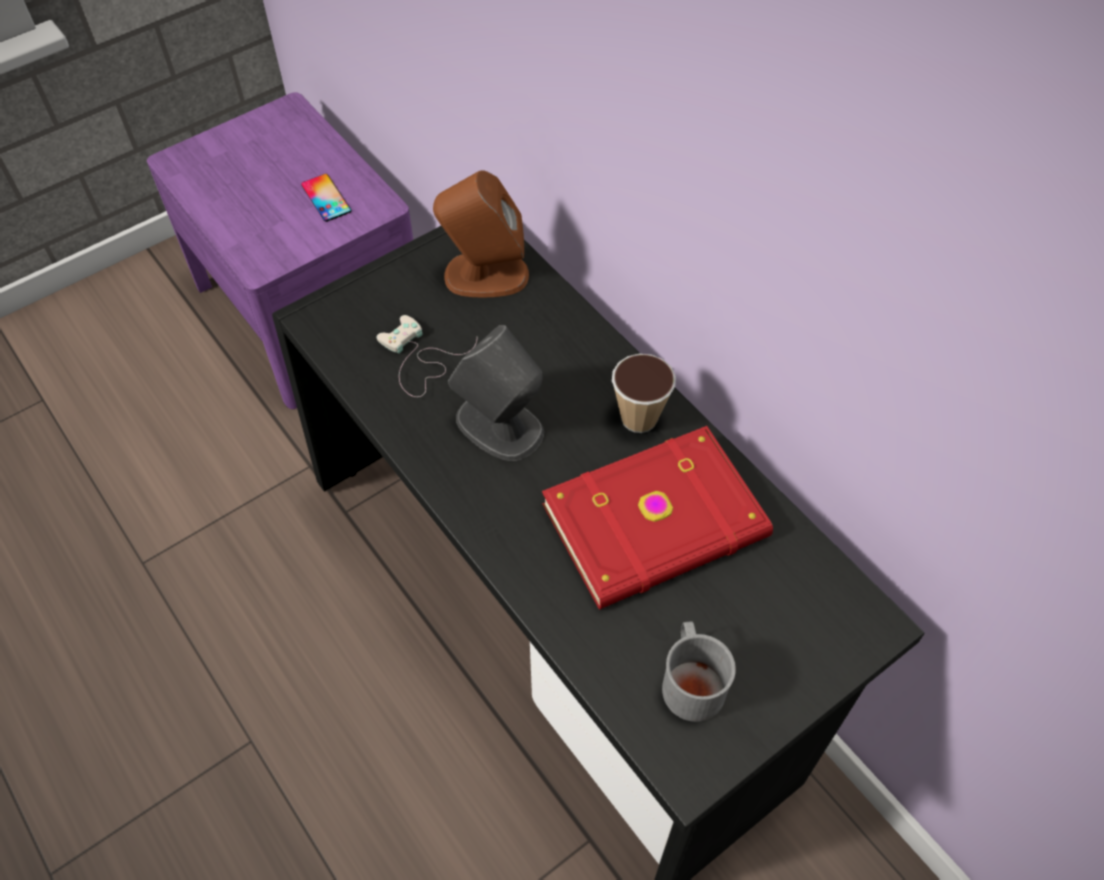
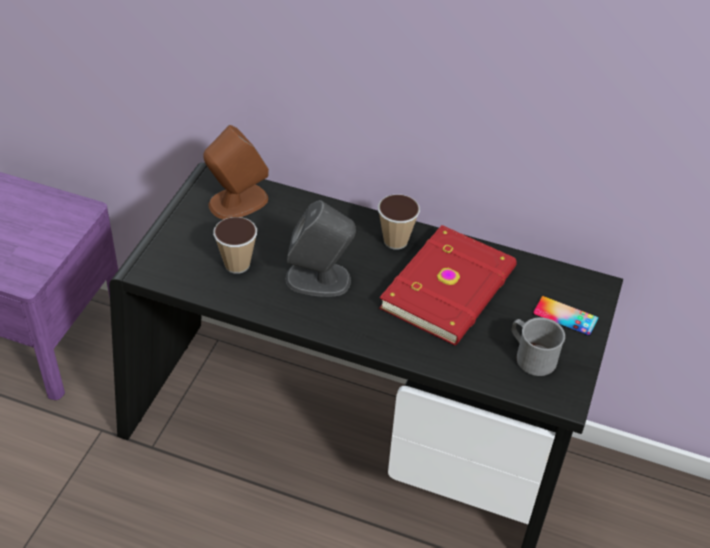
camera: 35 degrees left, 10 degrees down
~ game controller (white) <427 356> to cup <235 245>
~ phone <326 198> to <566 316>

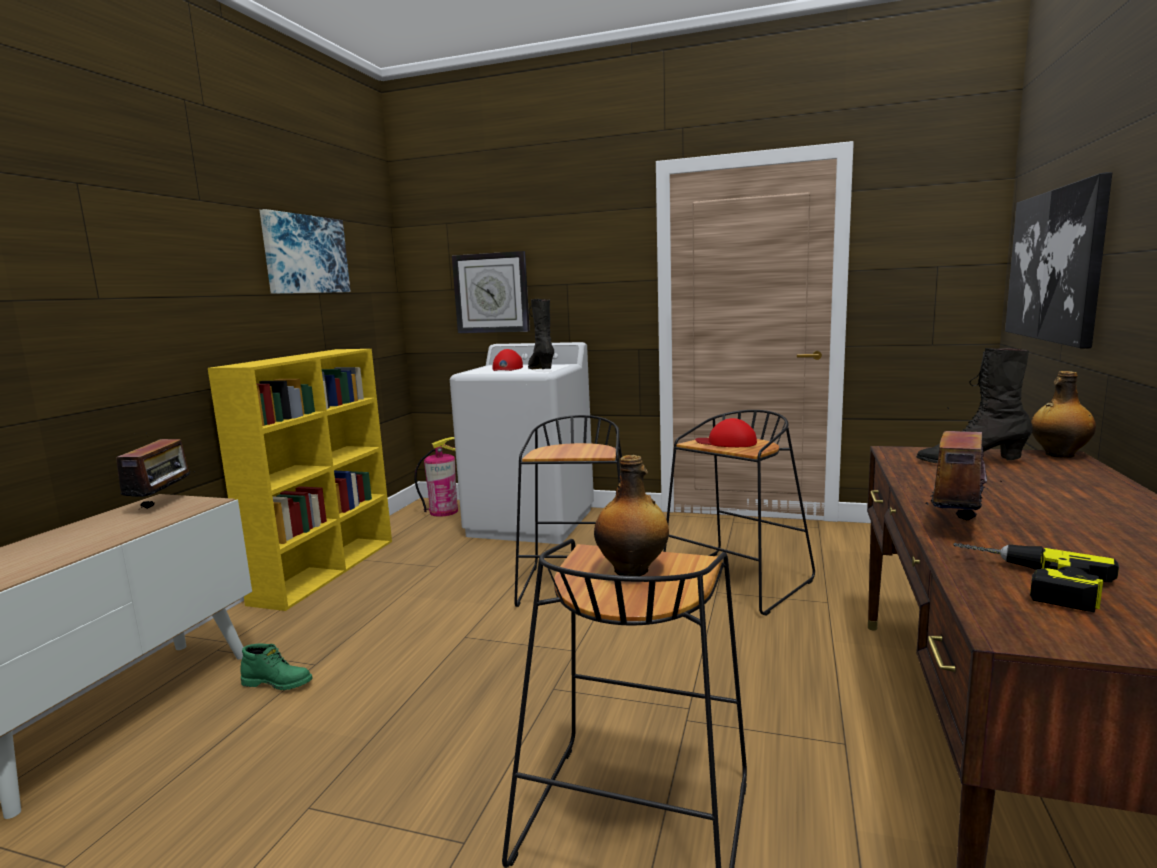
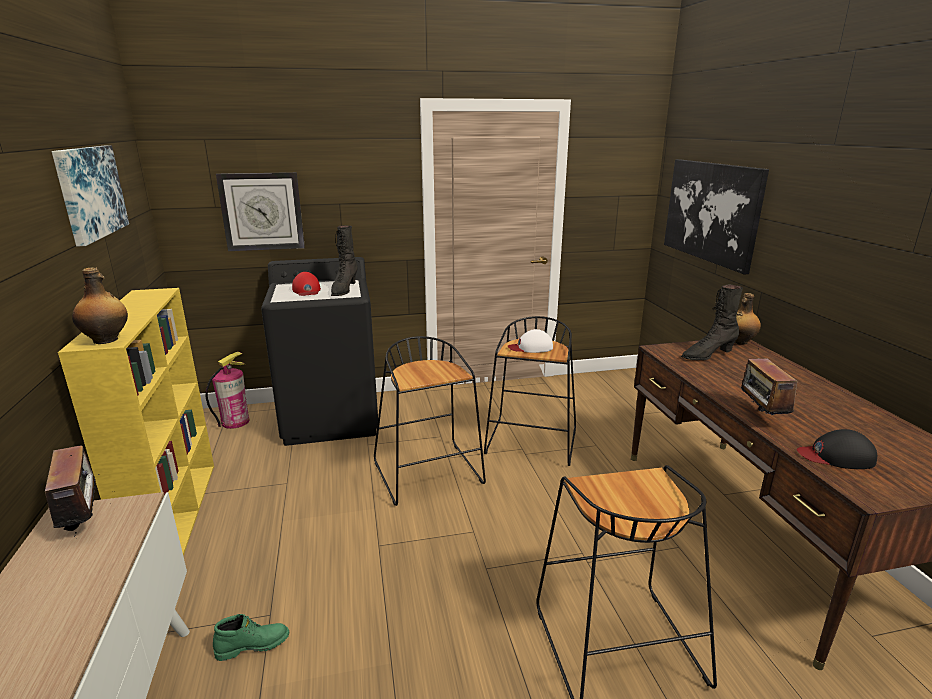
camera: 30 degrees left, 10 degrees up
~ bottle <631 515> to <100 305>
~ washing machine (white) <522 443> to washing machine (black) <319 351>
~ boot (black) <541 334> = <344 261> 120 degrees counterclockwise
~ cap (red) <726 432> to cap (white) <530 341>
~ power drill <1036 577> to cap (black) <837 449>

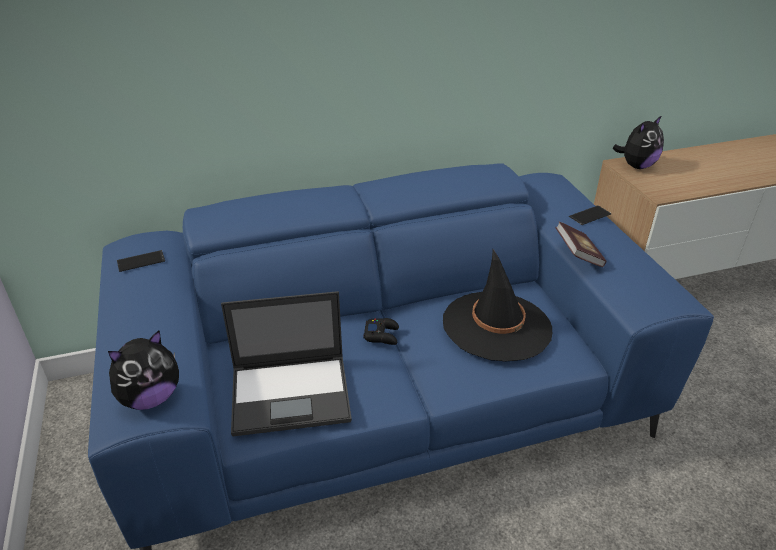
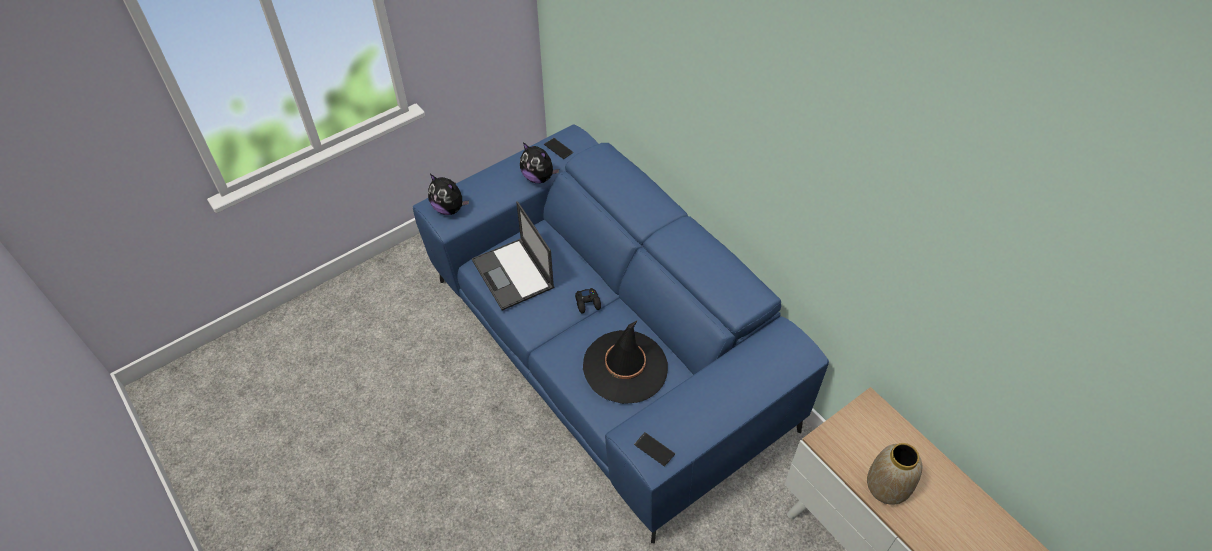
camera: 70 degrees right, 15 degrees up
~ plush toy <638 142> to <539 162>
~ phone <590 215> to <654 449>
+ vase <894 474>
- book <581 244>

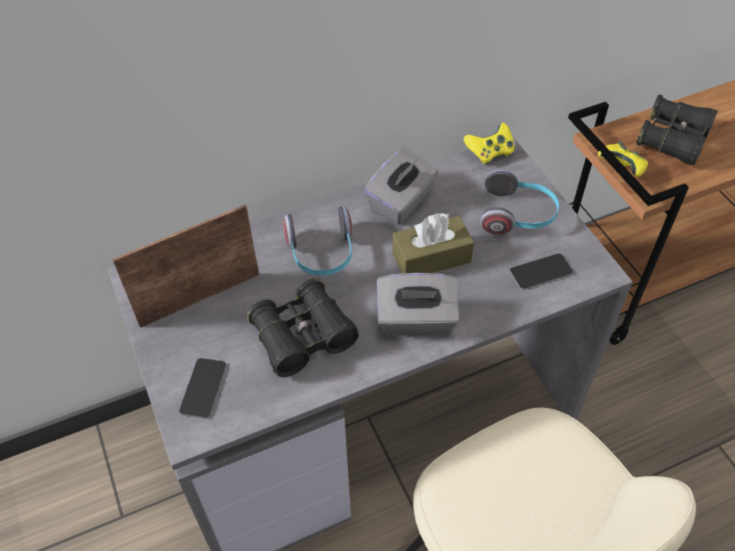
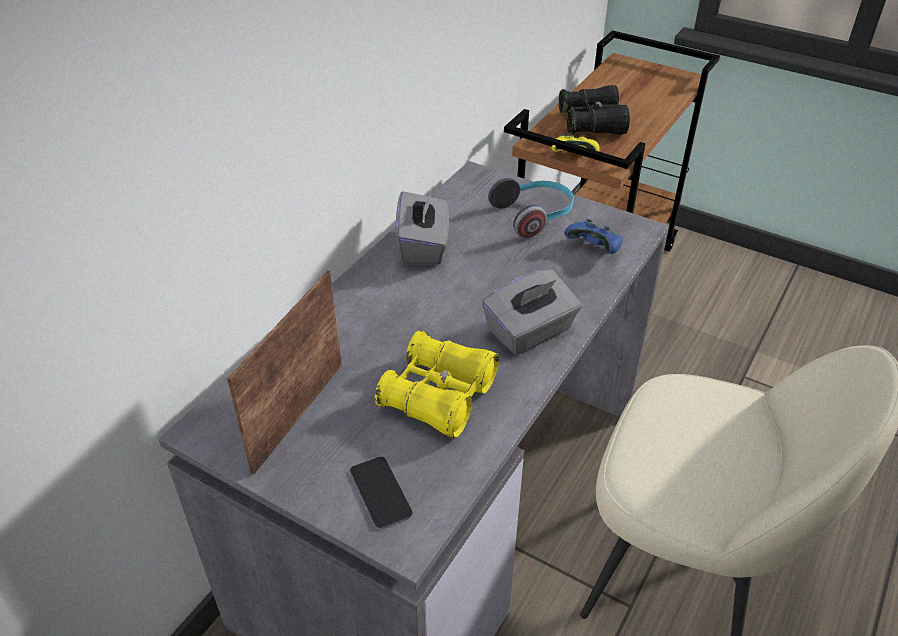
camera: 35 degrees left, 10 degrees down
~ binoculars (black) <303 327> to binoculars (yellow) <437 384>
~ phone <541 271> to game controller (blue) <593 236>
- headphones <317 241>
- tissue box (brown) <433 243>
- game controller (yellow) <489 143>

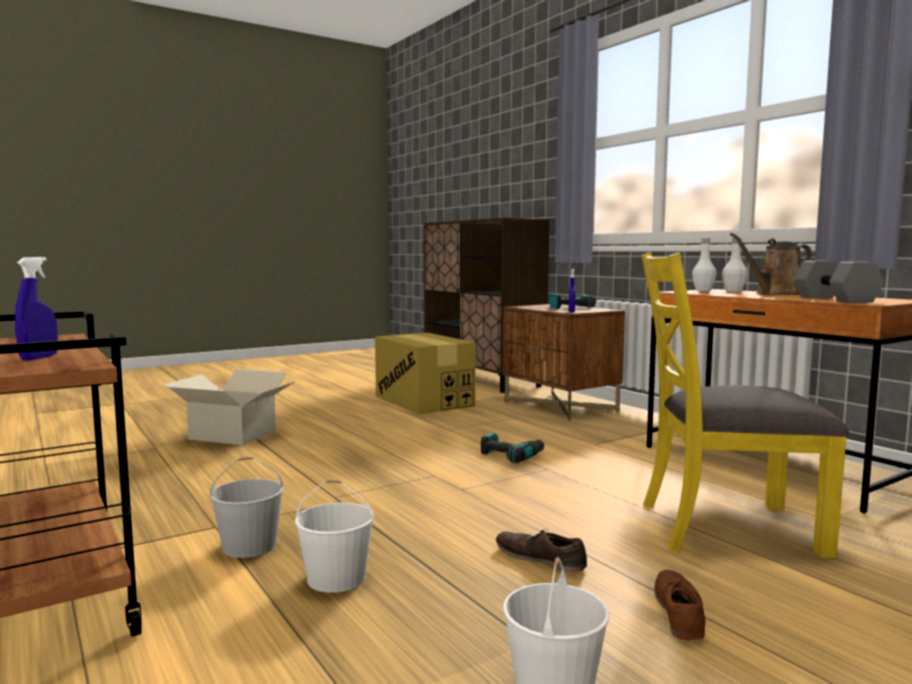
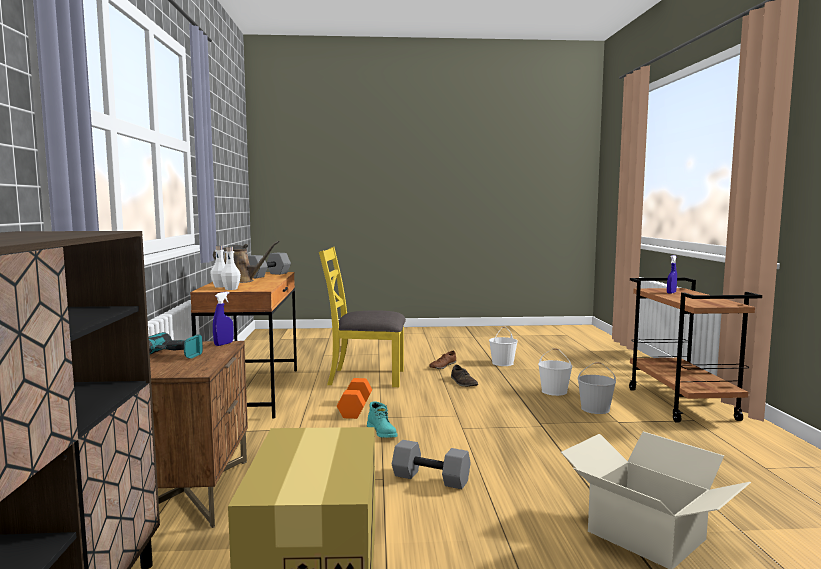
camera: 150 degrees left, 0 degrees up
~ chair (yellow) <745 405> = <362 317> 150 degrees clockwise
+ dumbbell (orange) <354 398>
~ power drill <513 448> to boot (turquoise) <382 419>
+ dumbbell (grey) <431 464>

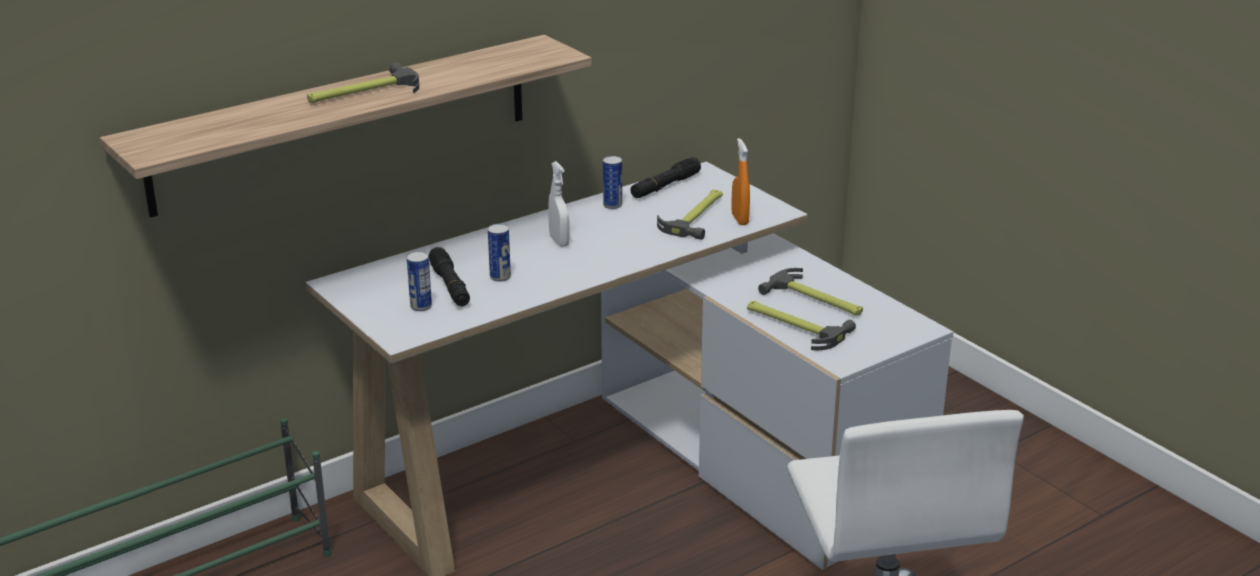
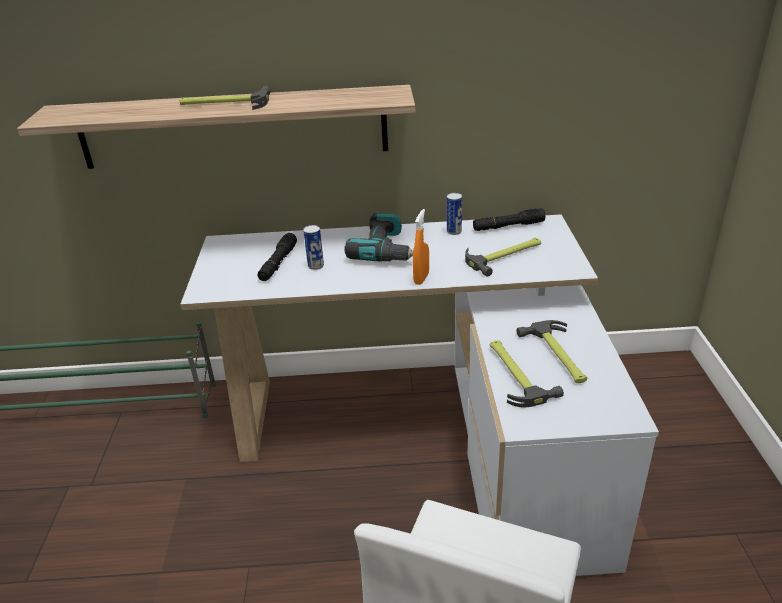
camera: 35 degrees right, 5 degrees up
~ spray bottle (white) <559 204> to power drill <378 237>
~ spray bottle (orange) <740 181> to <421 247>
- can <419 281>

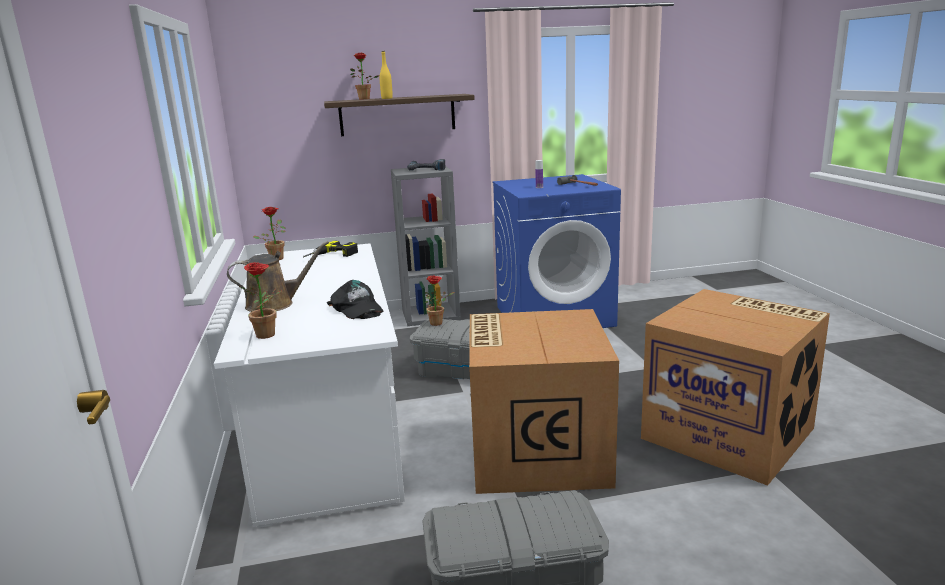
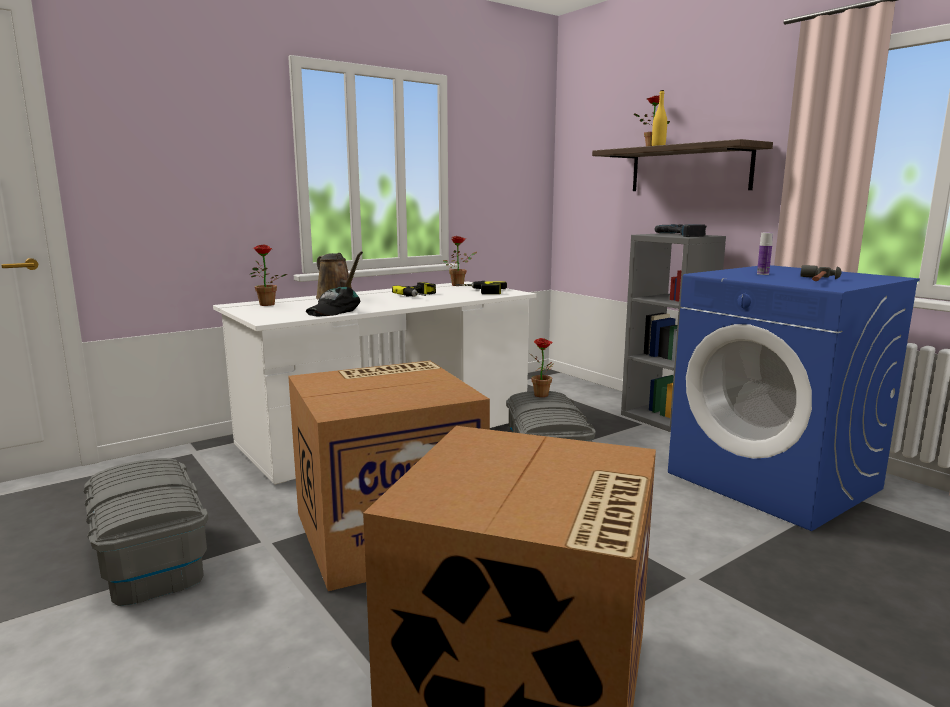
camera: 65 degrees right, 5 degrees down
+ power drill <414 289>

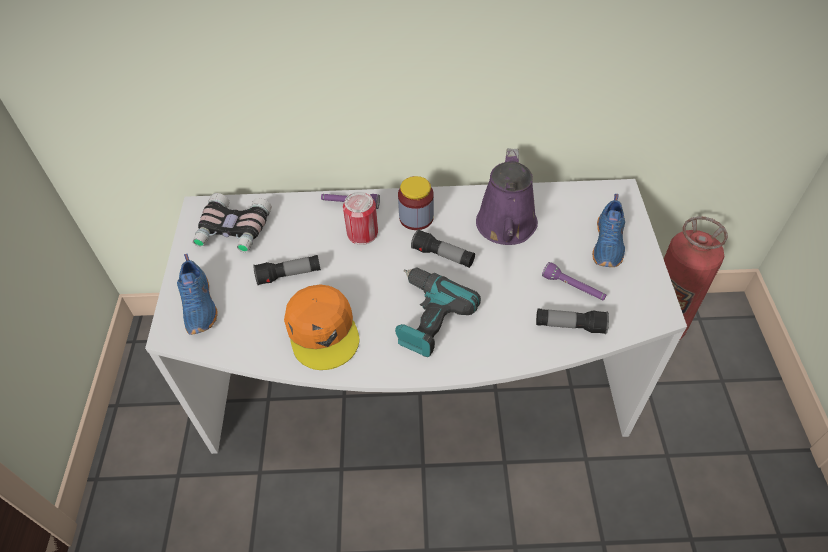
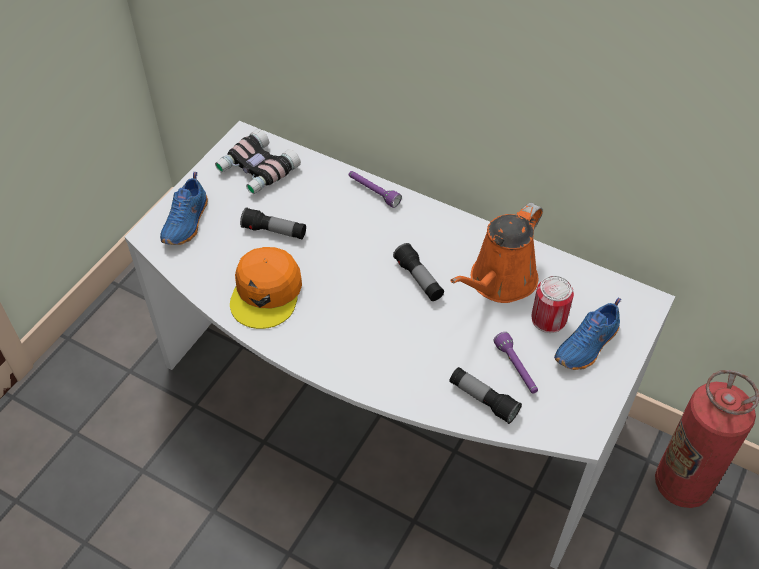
camera: 30 degrees right, 0 degrees up
~ watering can (purple) <507 196> to watering can (orange) <496 253>
~ can <360 218> to <552 304>
- power drill <438 312>
- jar <416 203>

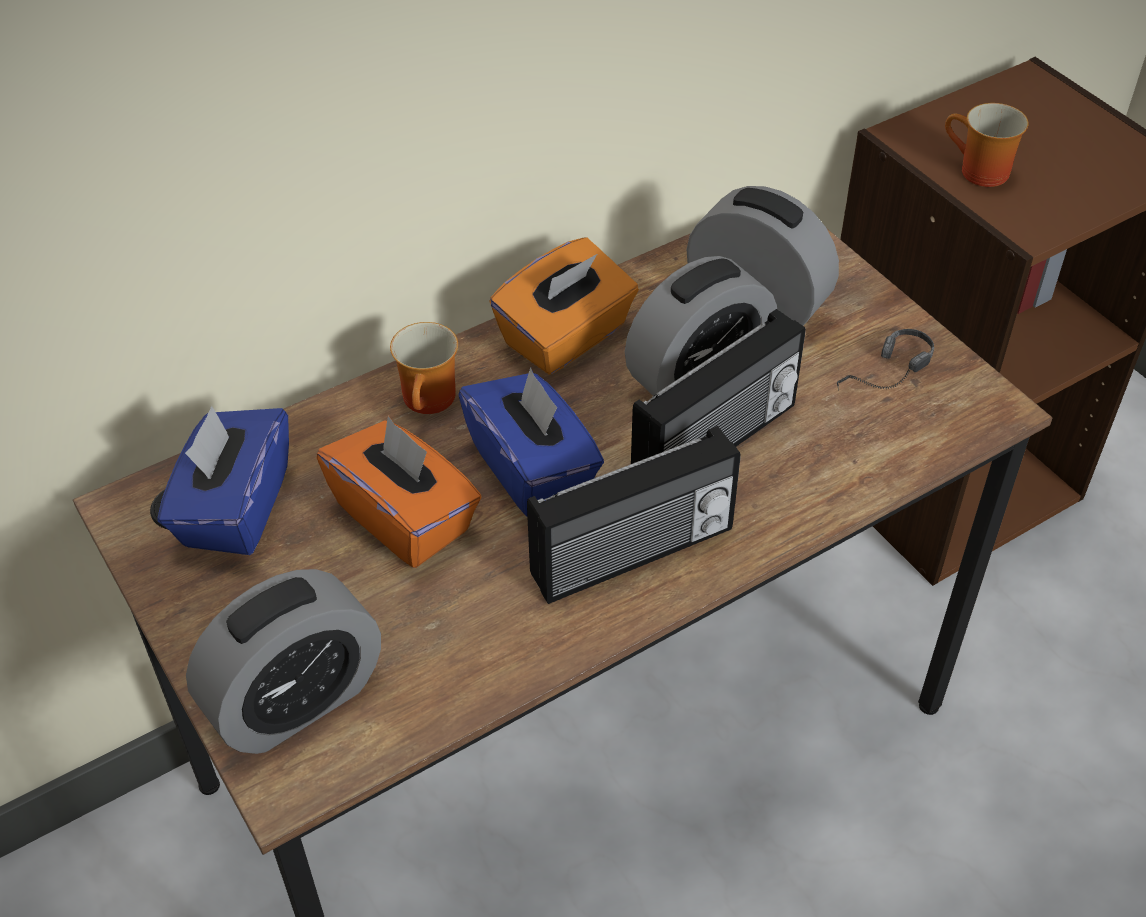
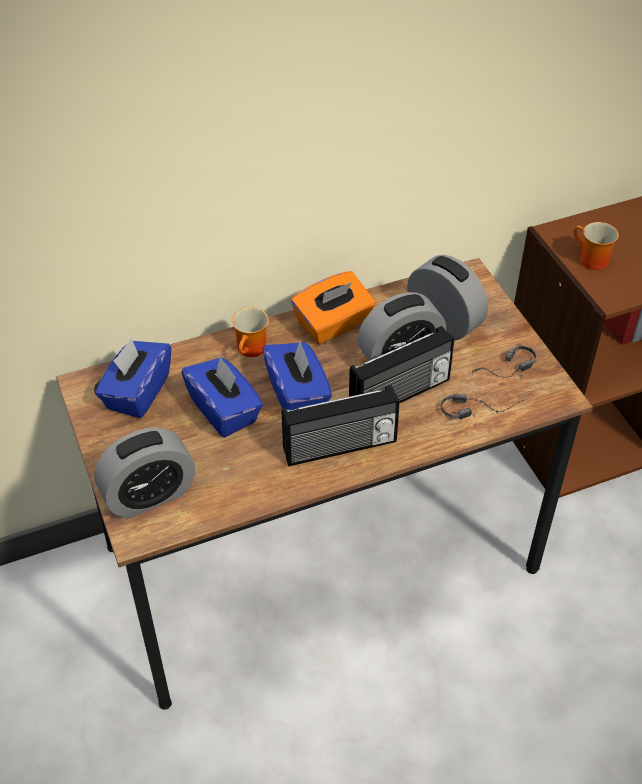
camera: 10 degrees right, 0 degrees up
~ tissue box (orange) <399 492> to tissue box (blue) <222 396>
+ headphones <483 406>

